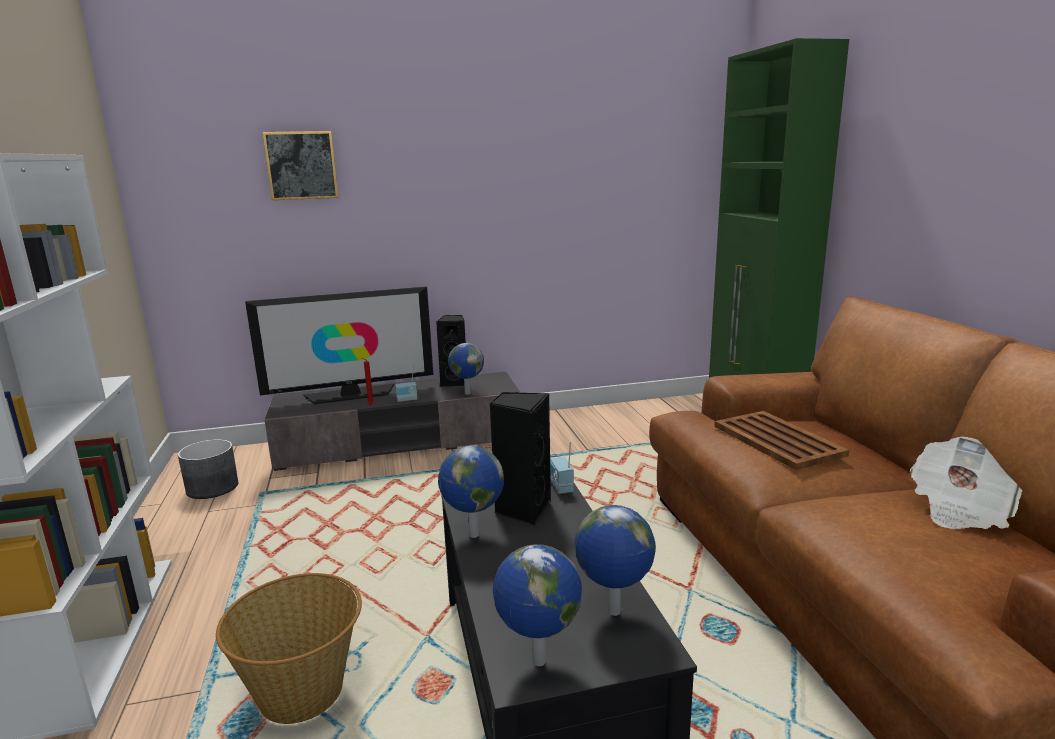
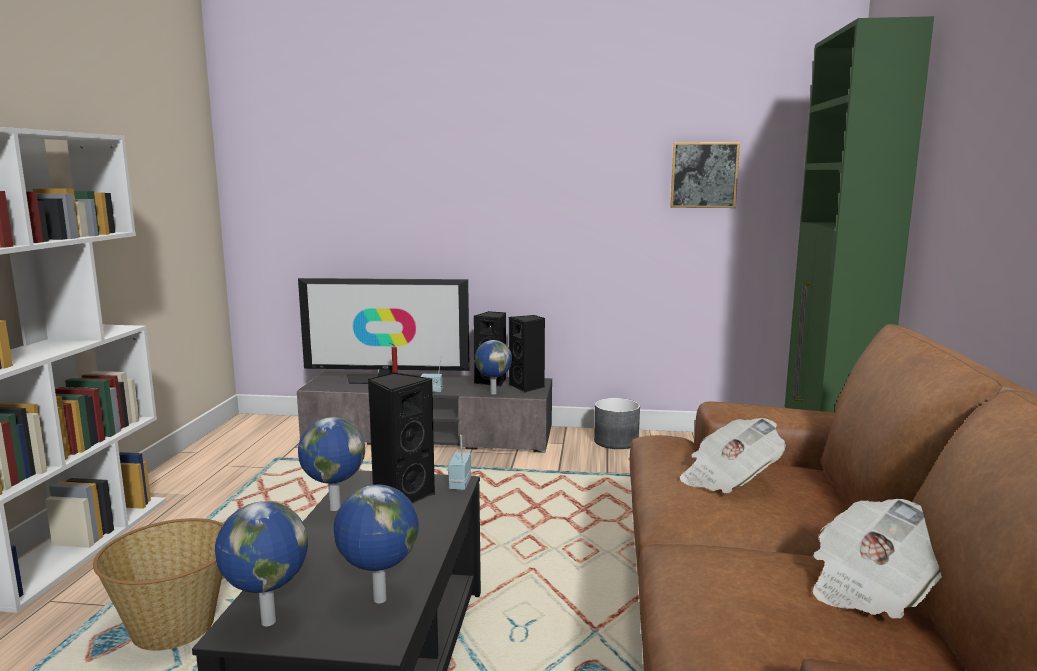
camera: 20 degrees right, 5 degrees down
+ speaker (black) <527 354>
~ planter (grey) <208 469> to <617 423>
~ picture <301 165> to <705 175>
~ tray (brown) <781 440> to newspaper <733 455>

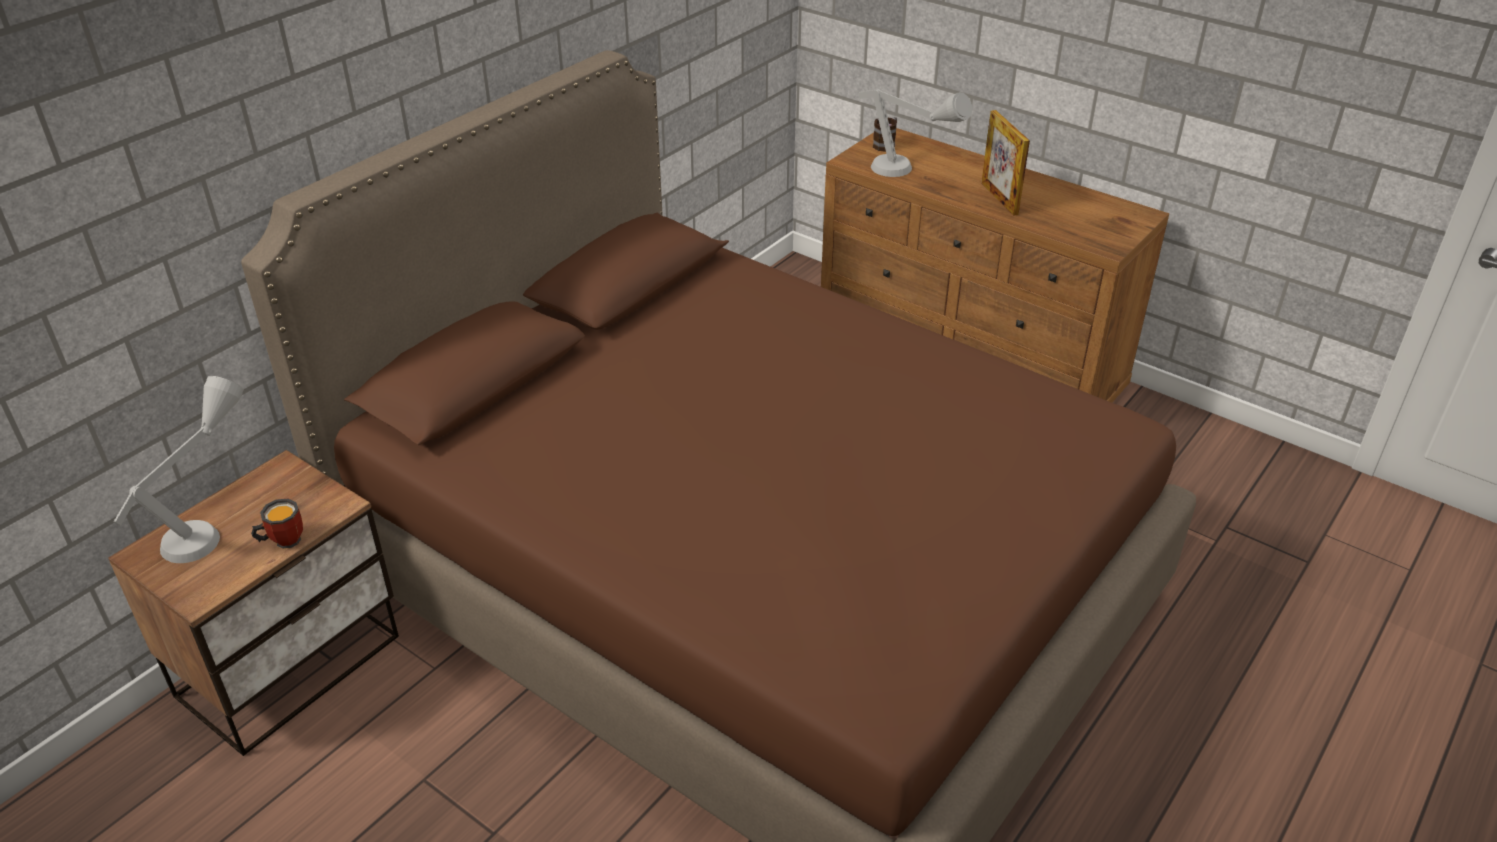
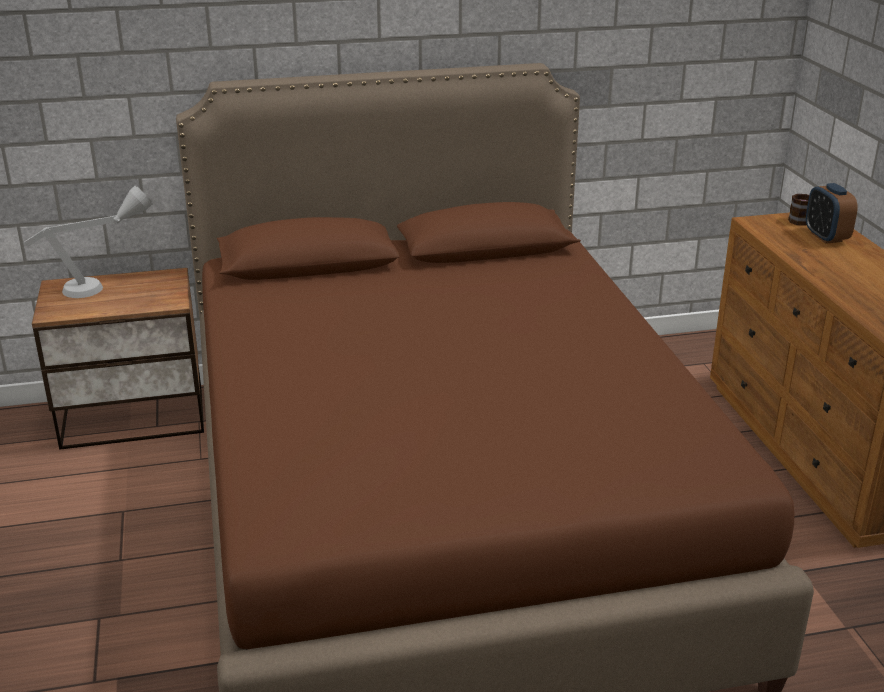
camera: 40 degrees right, 10 degrees down
+ alarm clock <832 213>
- mug <277 524>
- table lamp (grey) <915 133>
- picture frame <1005 163>

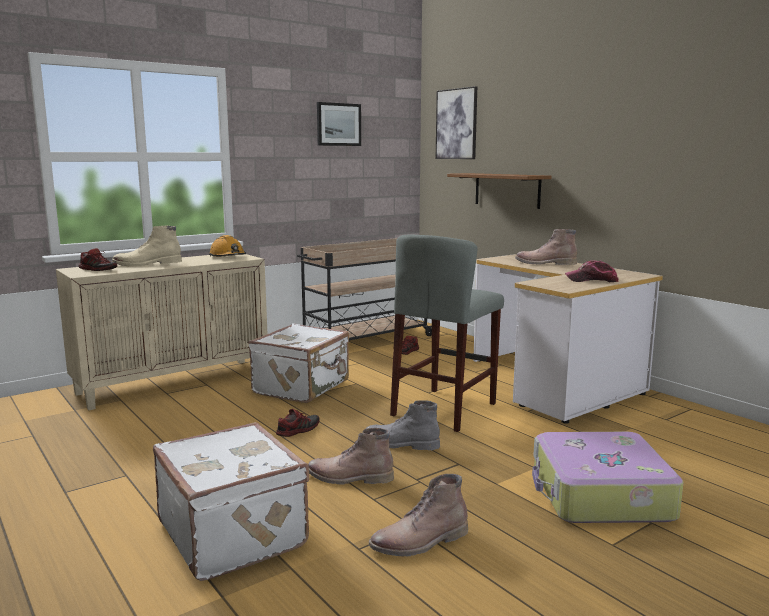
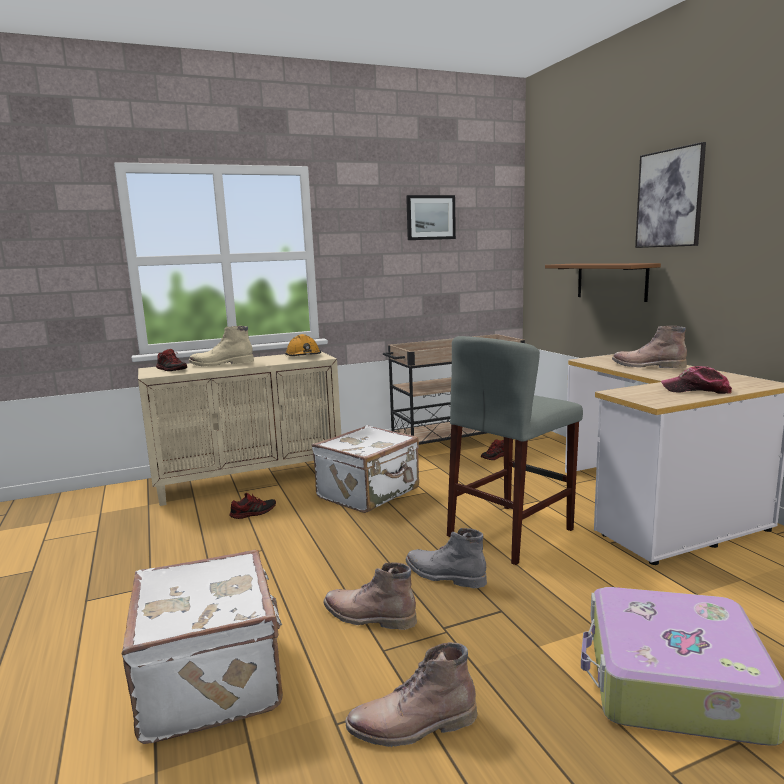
camera: 15 degrees right, 0 degrees up
~ shoe <298 423> to <252 506>
~ picture <456 122> to <670 195>

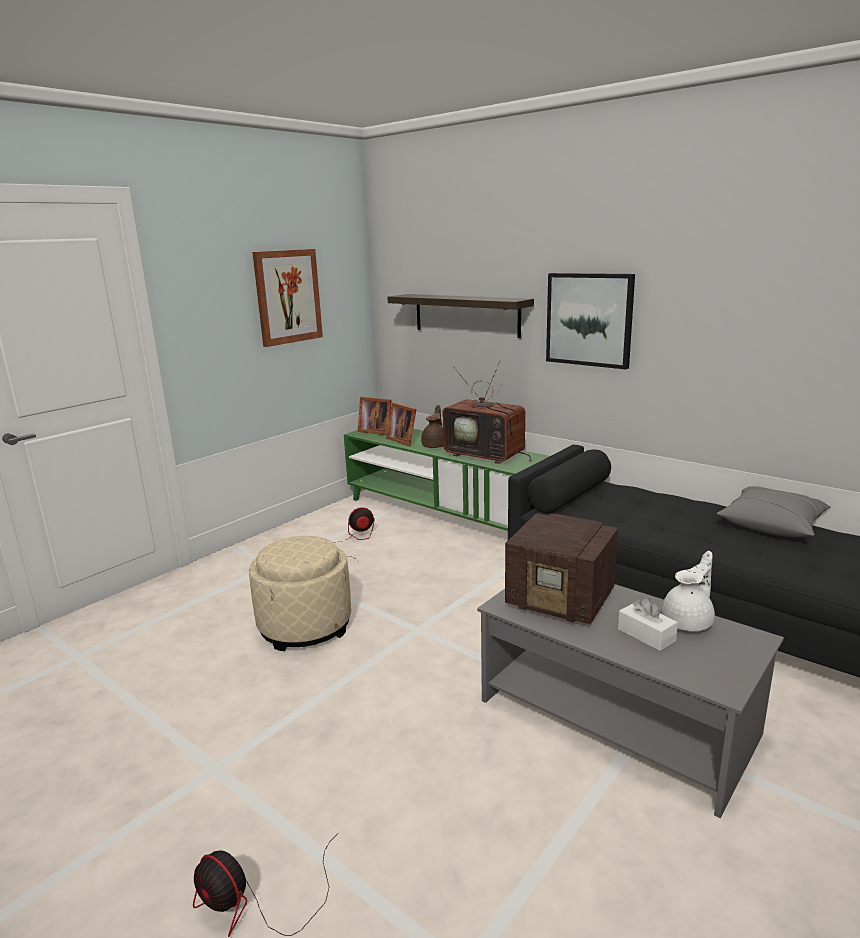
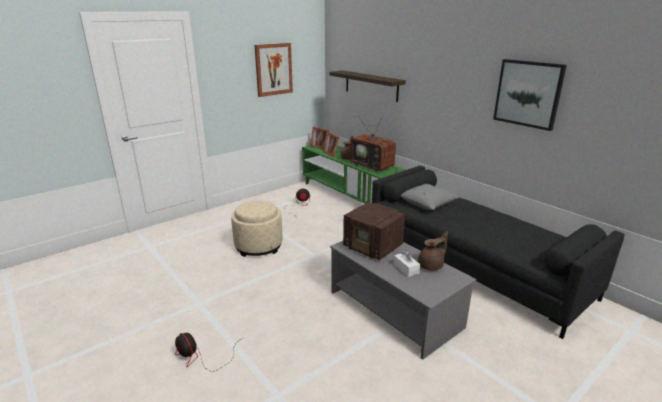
camera: 10 degrees right, 5 degrees up
~ pillow (grey) <773 511> to <430 197>
~ teapot (white) <688 591> to teapot (brown) <433 251>
~ picture <590 321> to <530 95>

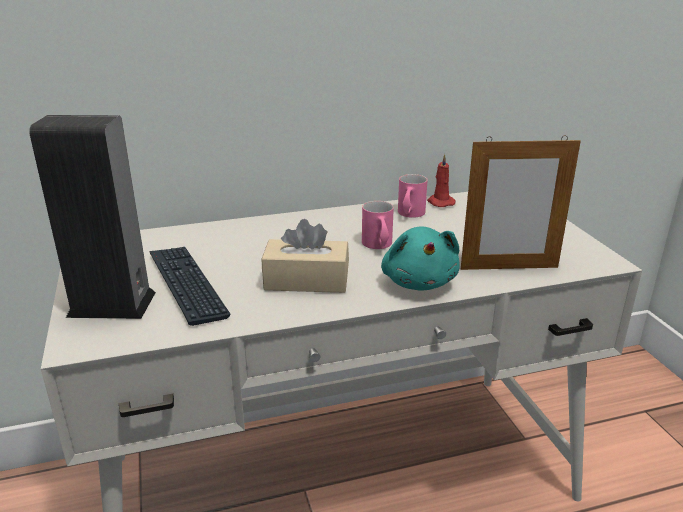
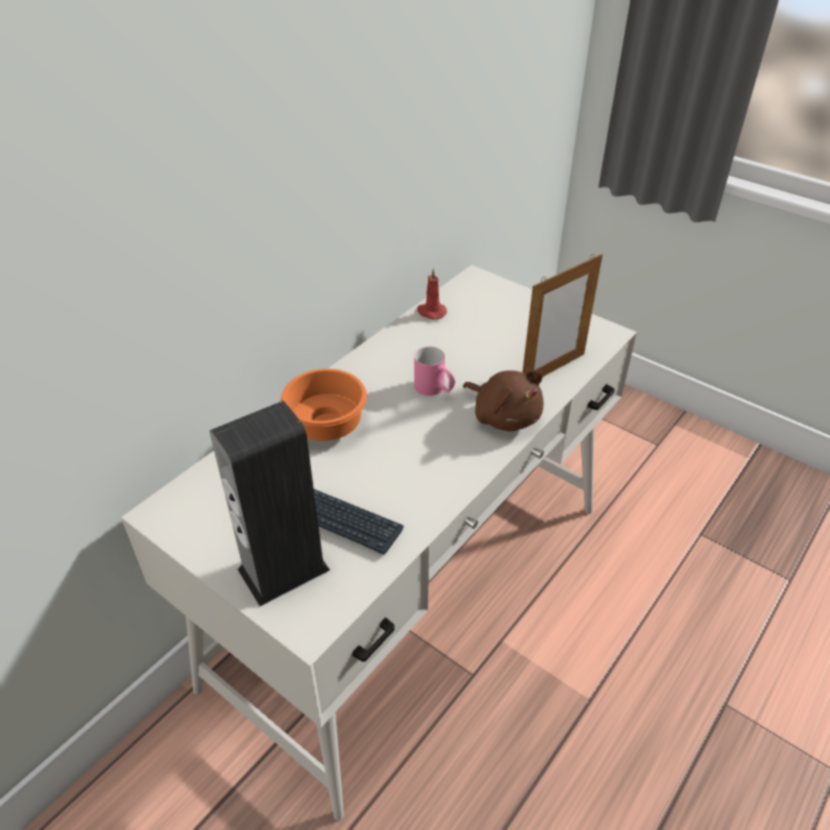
camera: 35 degrees left, 15 degrees up
+ bowl (orange) <324 405>
~ plush toy (turquoise) <420 258> to plush toy (brown) <503 400>
- tissue box (beige) <305 256>
- mug (pink) <413 196>

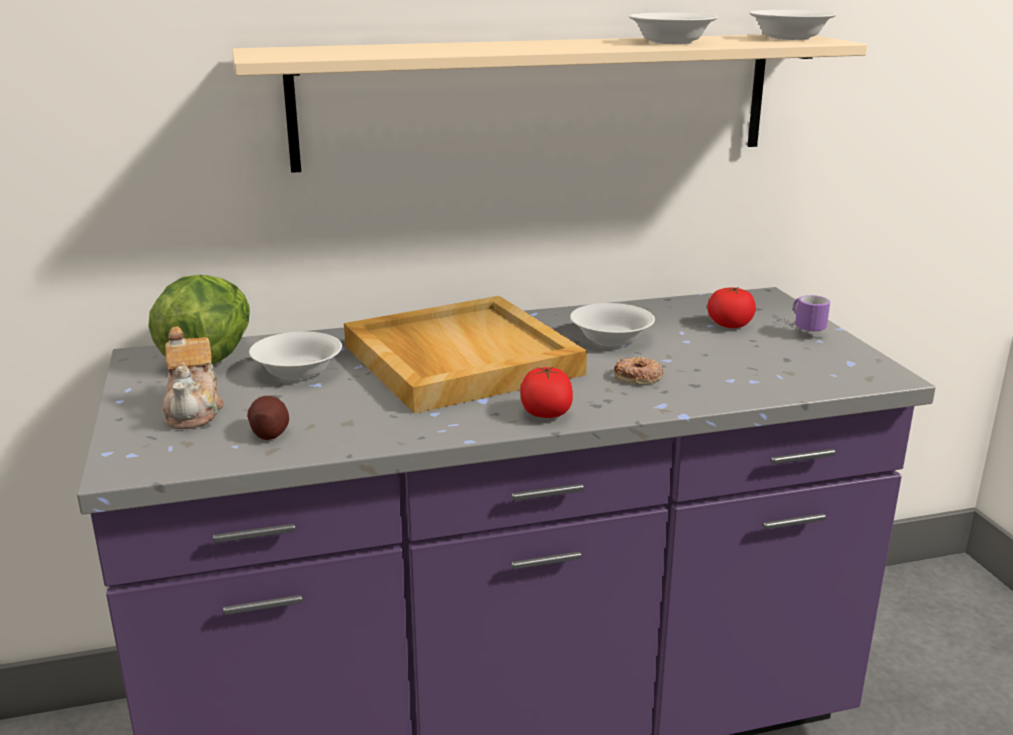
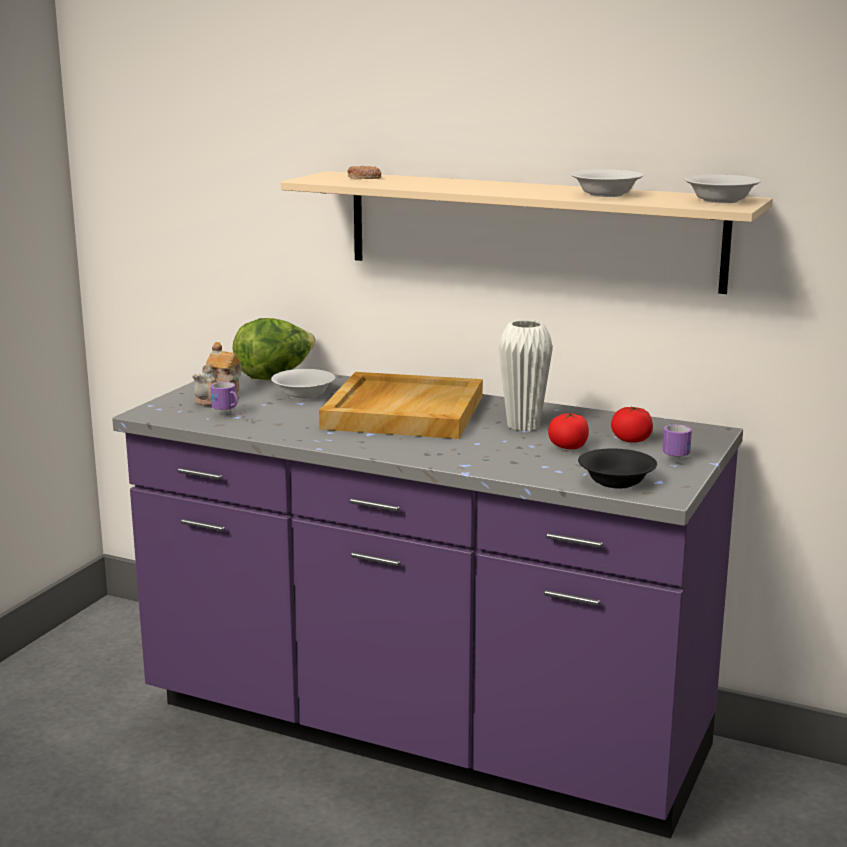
camera: 40 degrees right, 5 degrees down
~ potato <268 418> to mug <231 402>
~ donut <638 370> to <364 172>
~ bowl (white) <612 324> to vase (white) <526 375>
~ tomato <546 392> to <568 430>
+ bowl (black) <617 468>

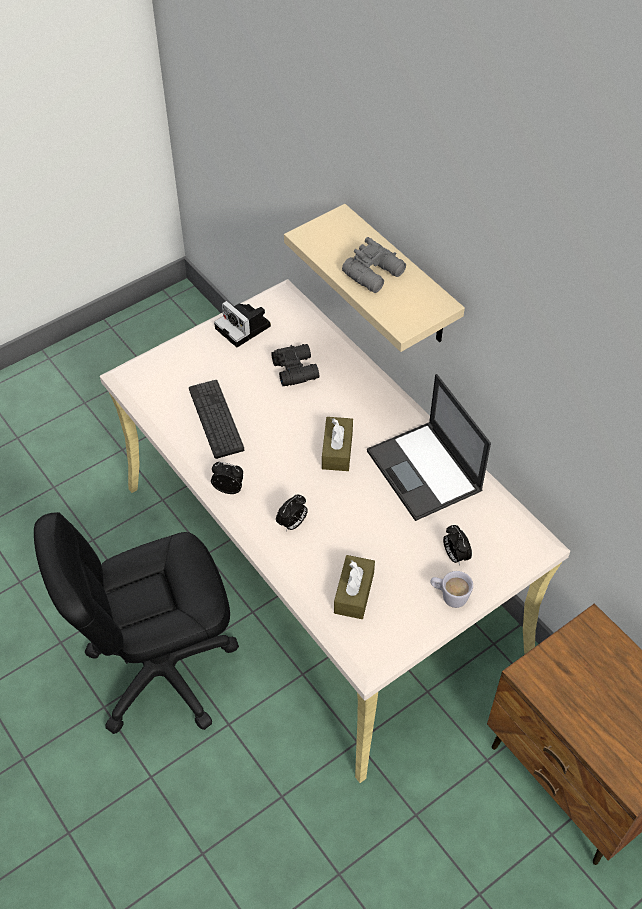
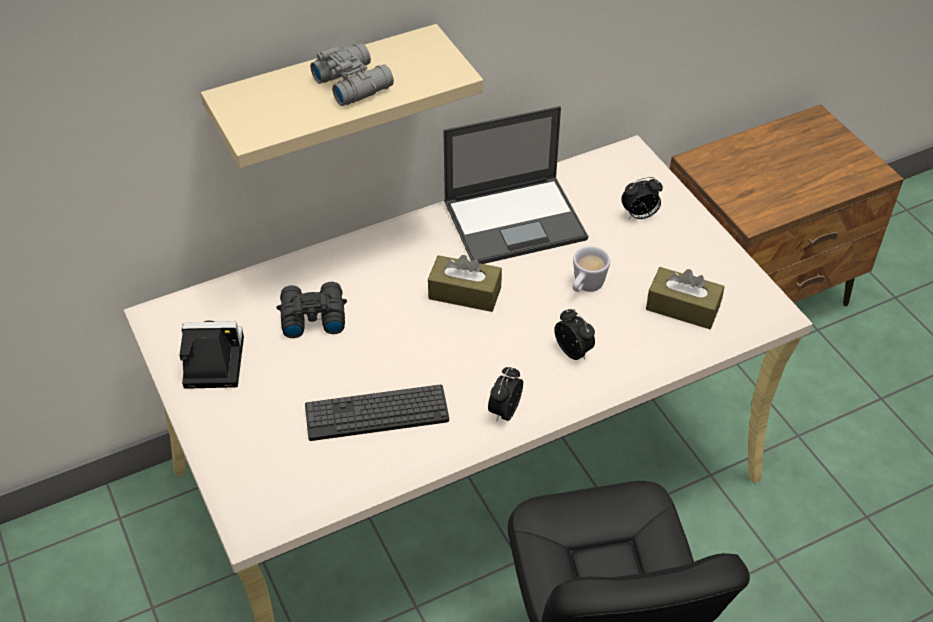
camera: 80 degrees left, 5 degrees down
~ photo camera <242 324> = <211 354> 150 degrees counterclockwise
~ mug (white) <451 589> to <591 269>

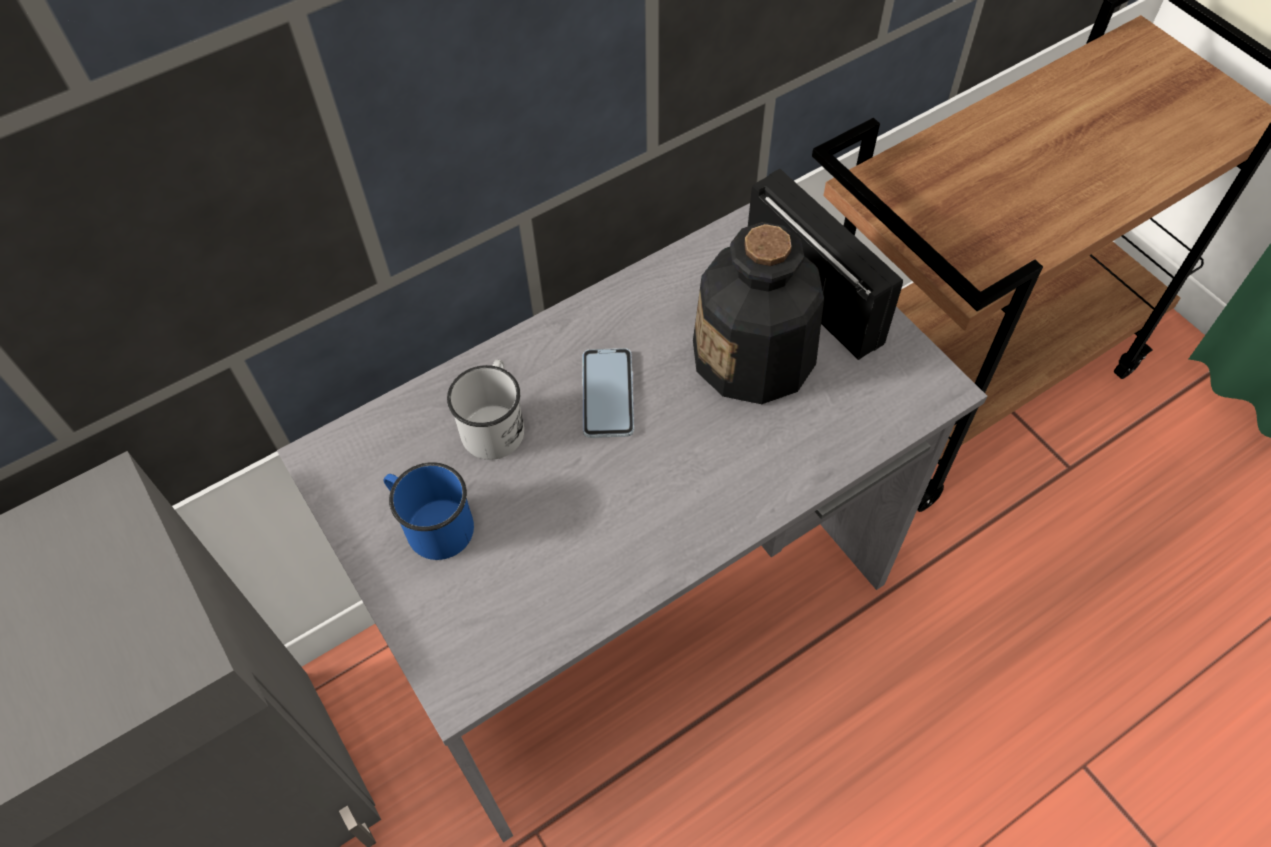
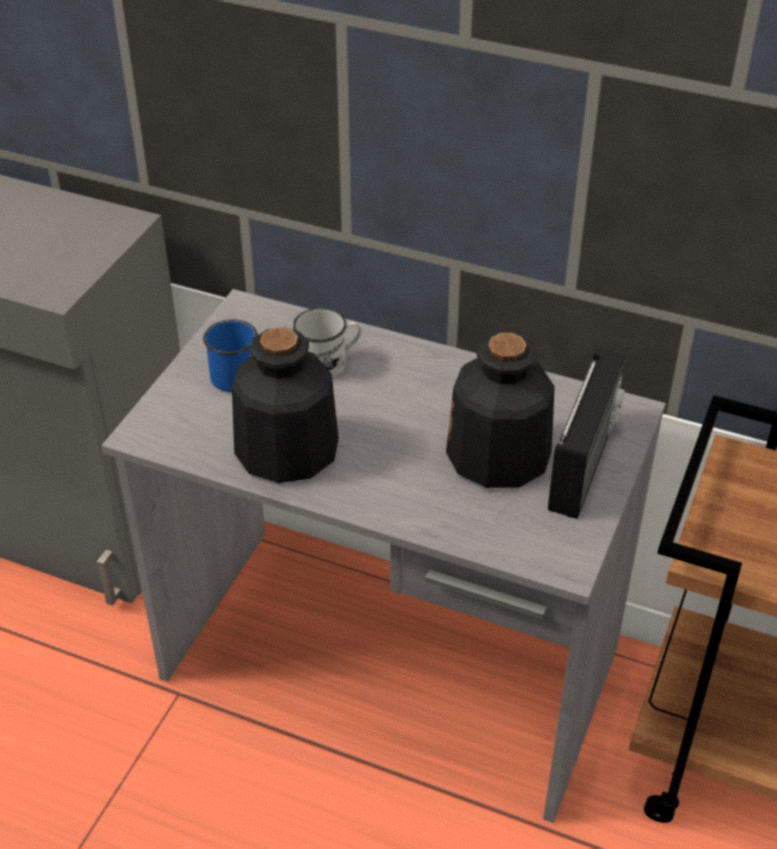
camera: 55 degrees right, 15 degrees down
+ bottle <285 405>
- phone <608 393>

